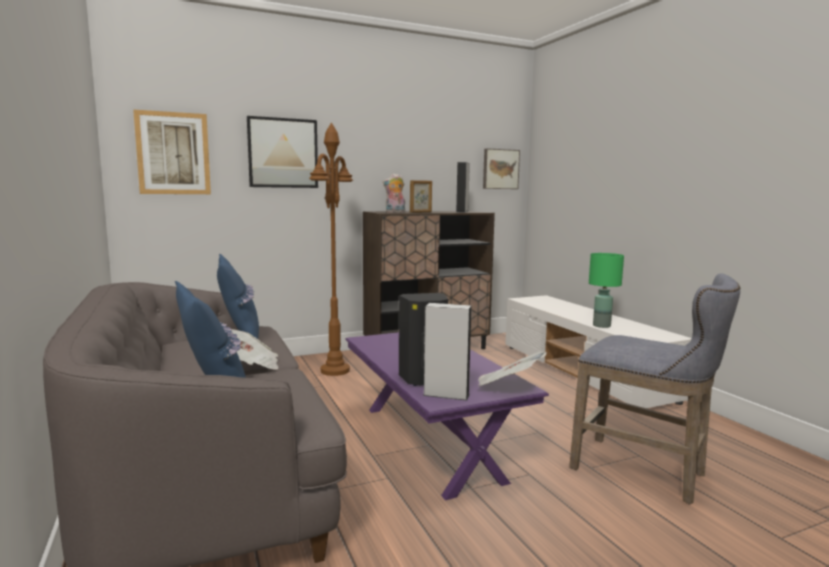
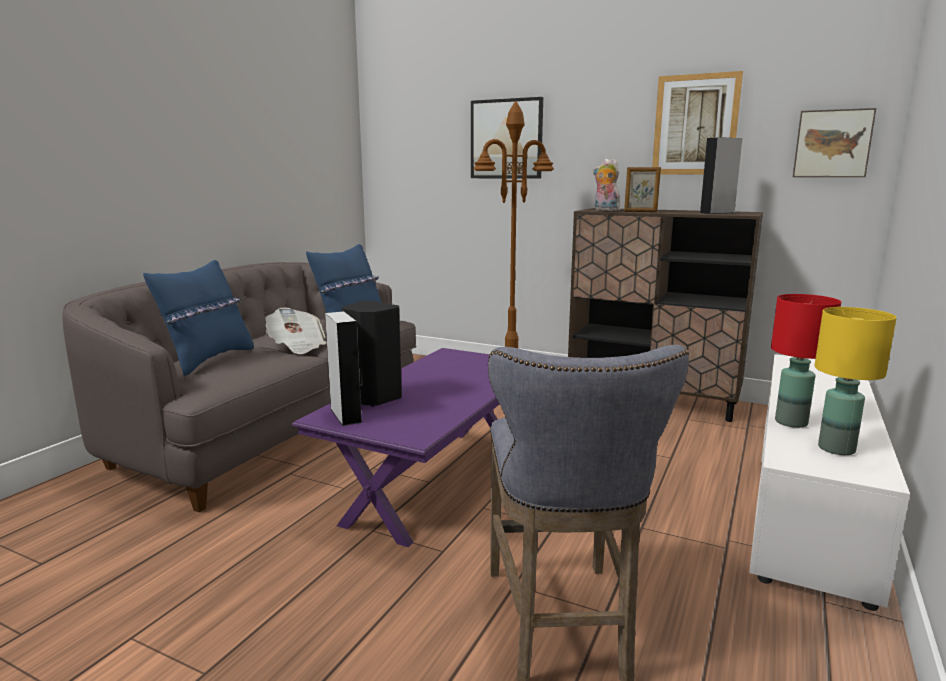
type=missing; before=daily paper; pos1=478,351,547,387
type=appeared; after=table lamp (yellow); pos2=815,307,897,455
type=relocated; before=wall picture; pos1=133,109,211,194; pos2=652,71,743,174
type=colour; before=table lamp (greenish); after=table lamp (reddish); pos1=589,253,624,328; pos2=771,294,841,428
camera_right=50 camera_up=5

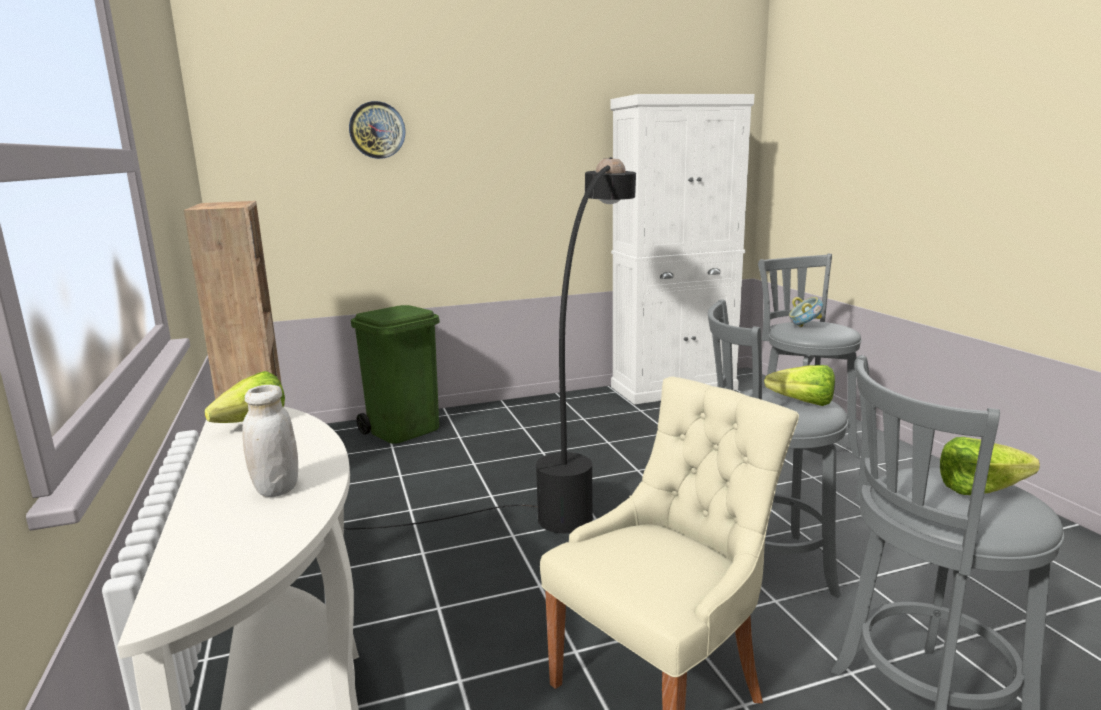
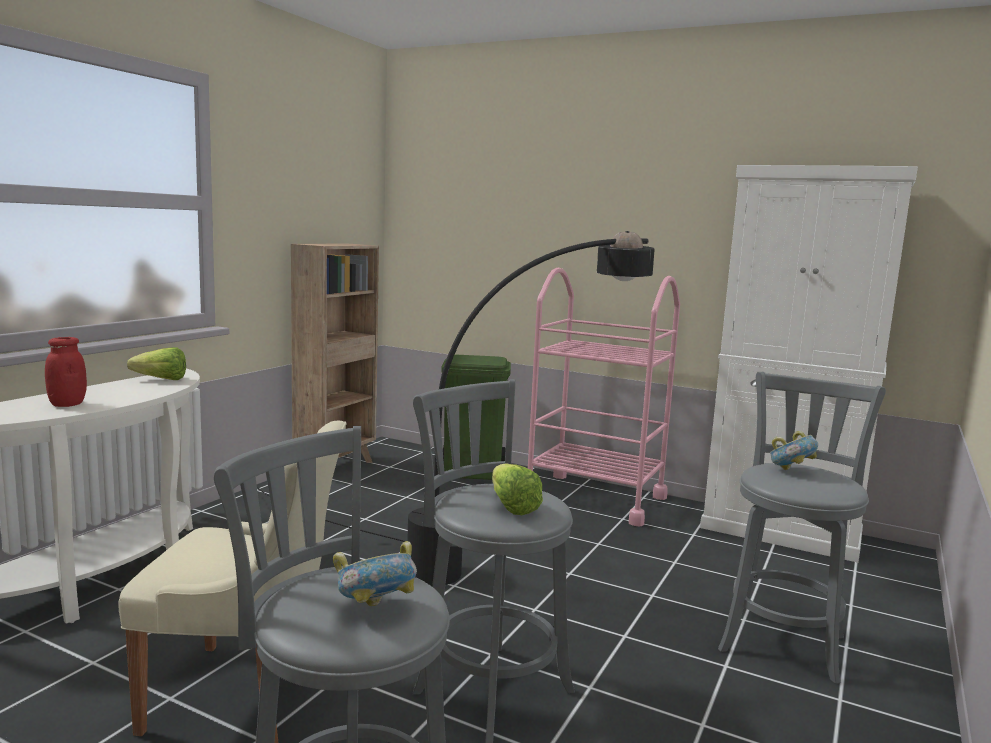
type=missing; before=hanging clock; pos1=349,101,405,159
type=appeared; after=trolley (pinkish); pos2=528,268,680,526
type=exchanged; before=lettuce; after=deep dish; pos1=940,437,1040,495; pos2=333,541,417,606
type=colour; before=preserve jar (whitish); after=preserve jar (reddish); pos1=242,385,298,497; pos2=45,337,87,407
camera_right=45 camera_up=-5

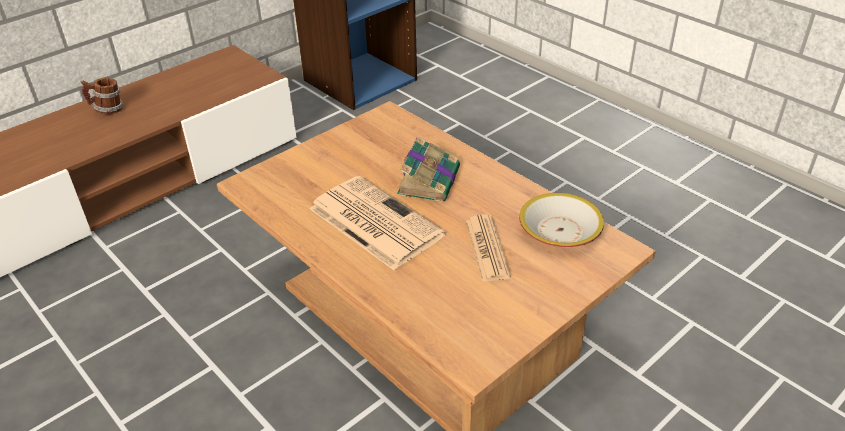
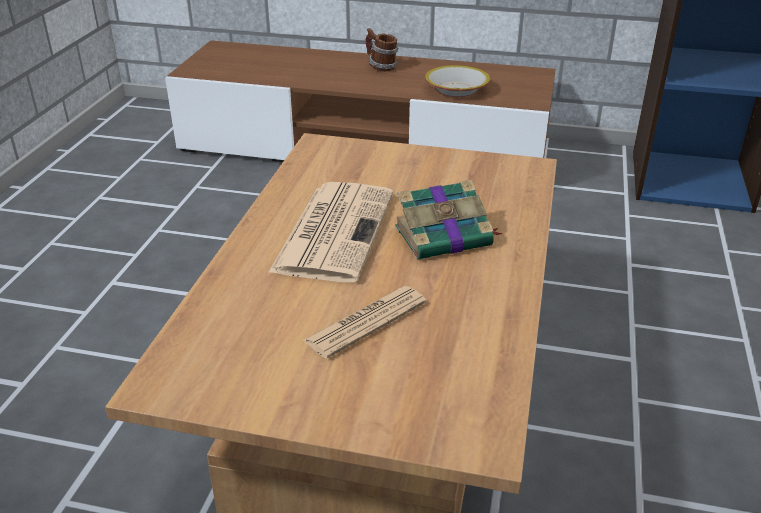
type=relocated; before=deep dish; pos1=519,193,604,247; pos2=425,65,490,97
camera_right=55 camera_up=-5

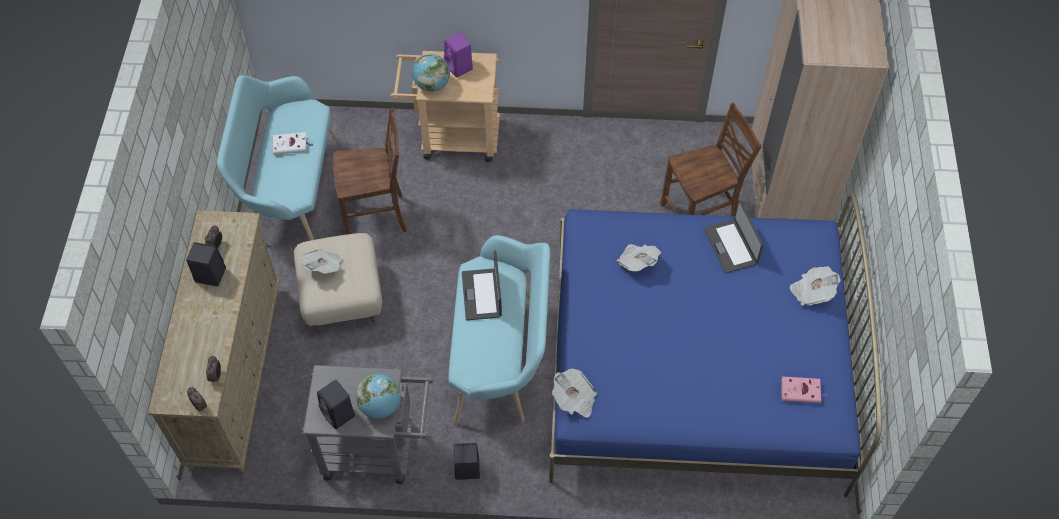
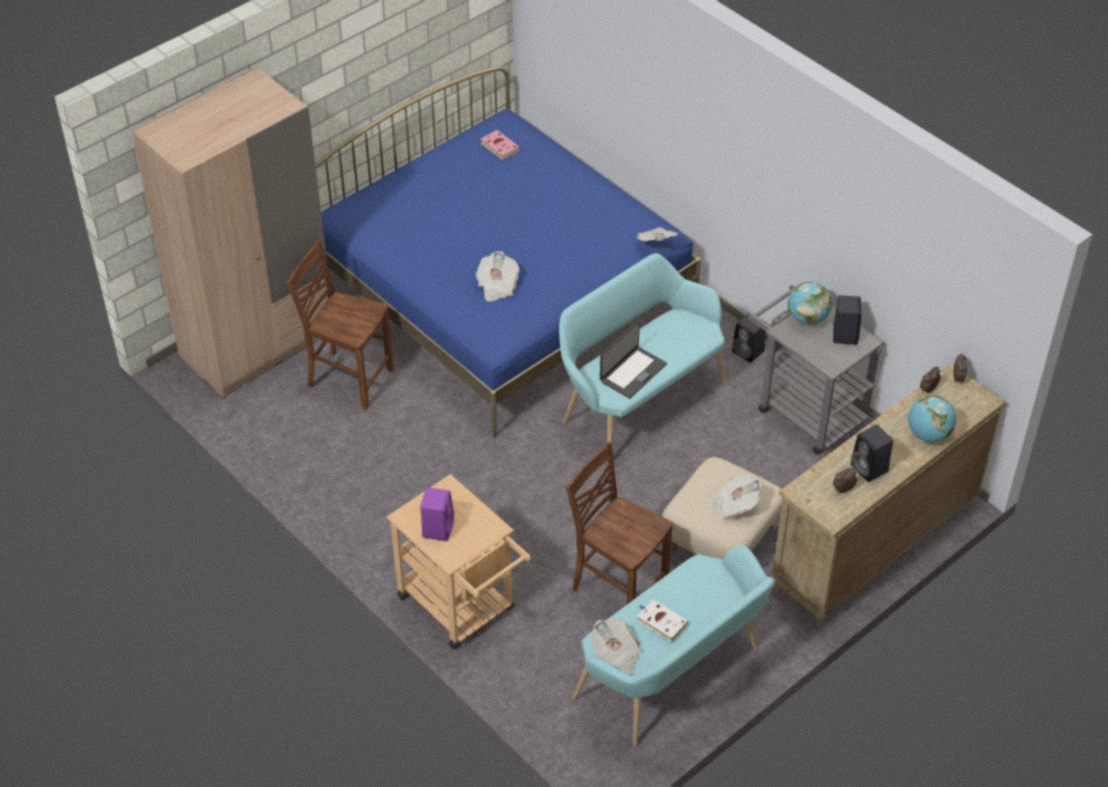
type=missing; before=notebook computer; pos1=704,200,764,273
type=relocated; before=world globe; pos1=412,54,450,92; pos2=908,395,956,442
type=relocated; before=daily paper; pos1=790,266,841,306; pos2=590,618,643,674
camera_right=-135 camera_up=-10

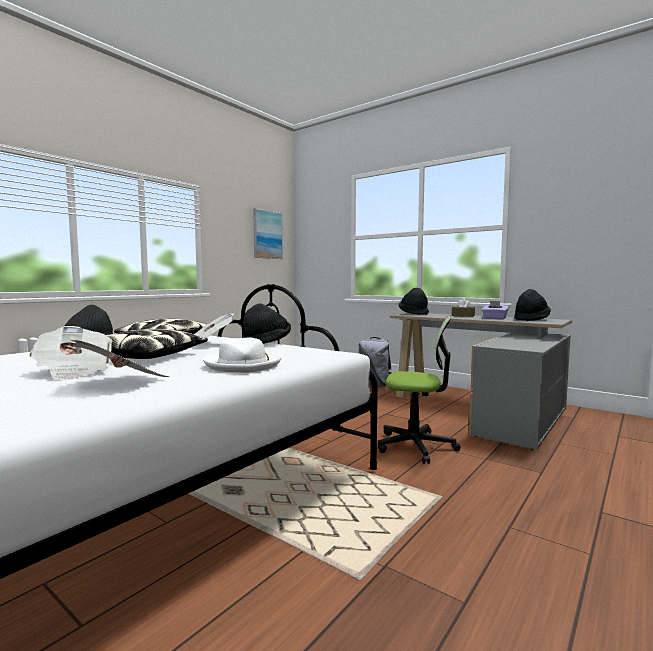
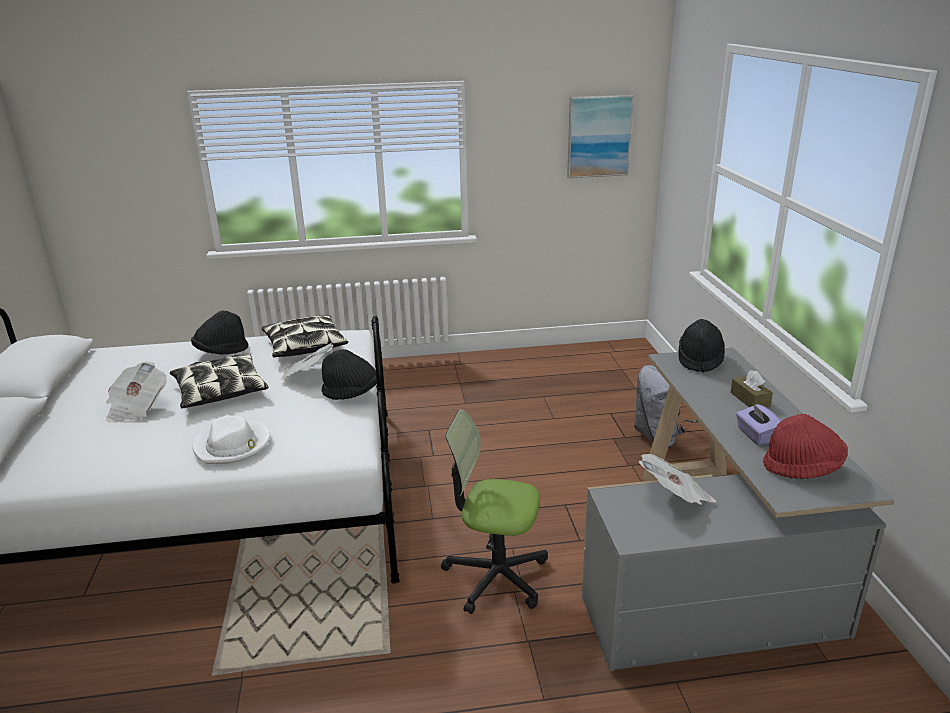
type=relocated; before=daily paper; pos1=71,340,170,377; pos2=638,454,716,505
type=colour; before=hat (black); after=hat (reddish); pos1=514,289,551,321; pos2=763,414,848,479
type=spun; before=desk chair; pos1=378,315,461,464; pos2=441,409,548,614; turn=135
camera_right=45 camera_up=20

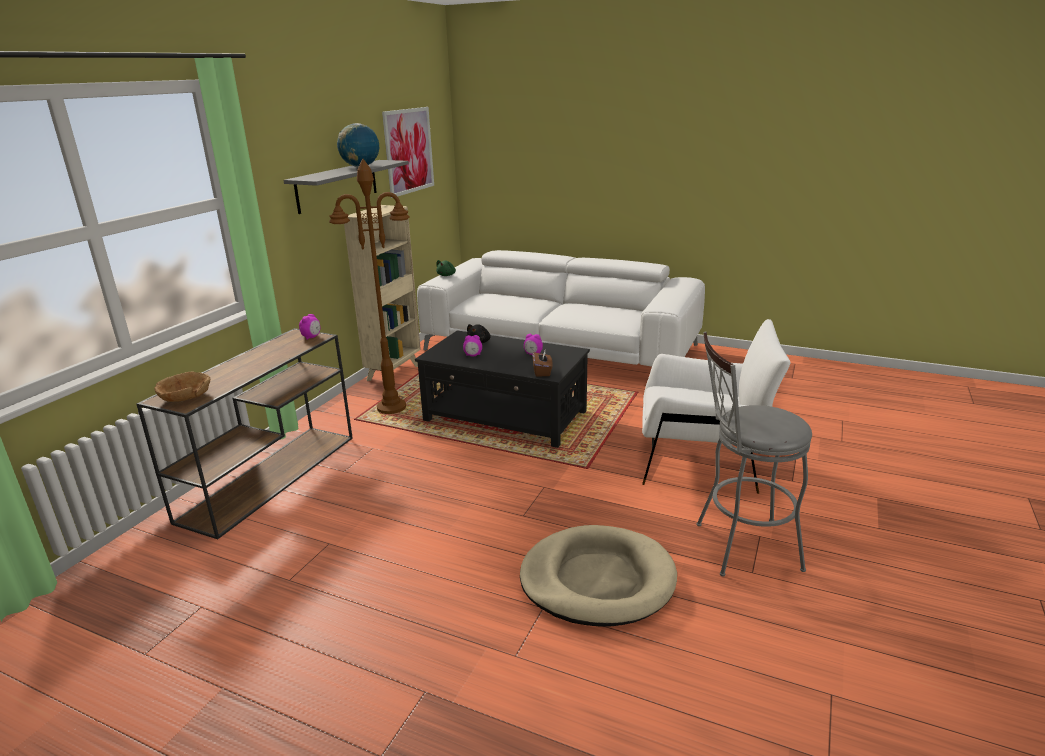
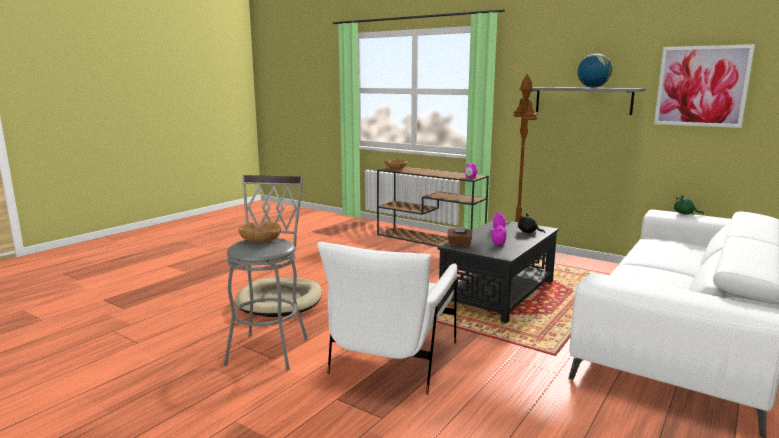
type=missing; before=shelving unit (sand-coloured); pos1=344,205,421,381
type=appeared; after=deep dish (brown-coloured); pos2=238,221,281,243
camera_right=100 camera_up=-10

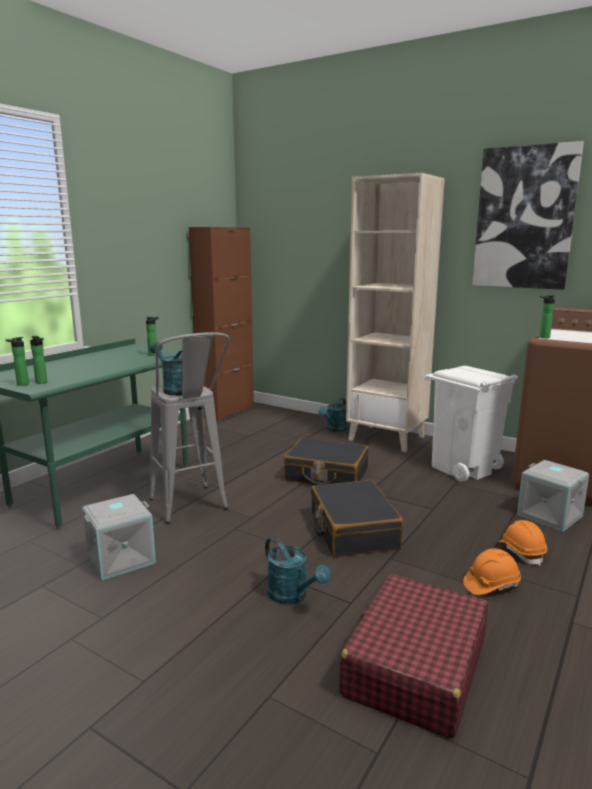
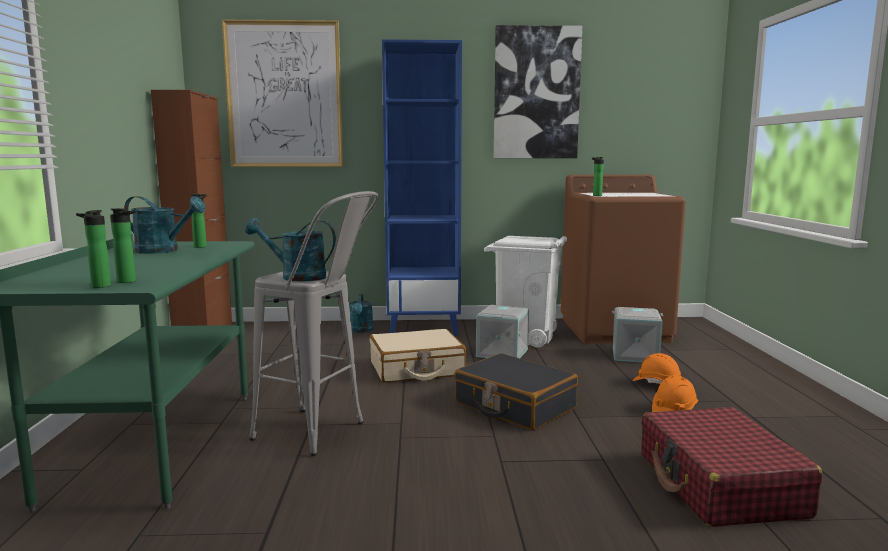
type=appeared; after=wall picture; pos2=222,20,343,167
type=relocated; before=storage container (gray); pos1=82,494,156,581; pos2=476,305,529,358
type=relocated; before=watering can (turquoise); pos1=265,537,330,605; pos2=124,196,206,254
type=colour; before=travel case (black); after=travel case (sand-coloured); pos1=284,437,369,485; pos2=370,329,466,382
type=colour; before=shelving unit (sand-coloured); after=shelving unit (blue); pos1=346,173,445,452; pos2=382,39,462,336
camera_right=-35 camera_up=-5

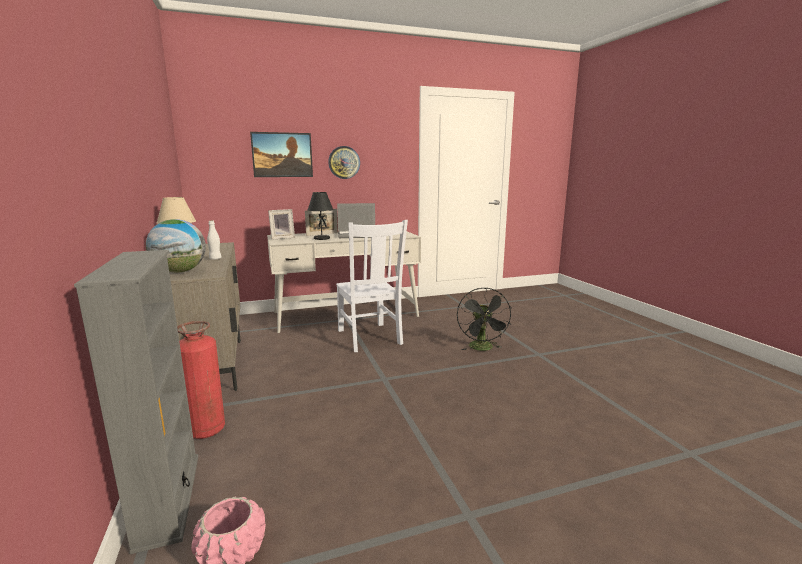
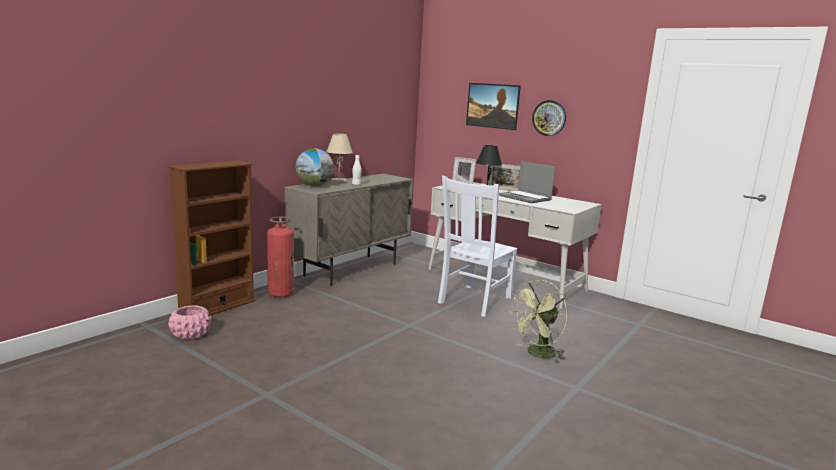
type=colour; before=shelving unit (gray); after=shelving unit (brown-coloured); pos1=74,250,198,554; pos2=168,160,256,316
type=colour; before=fan (black); after=fan (greenish); pos1=457,287,512,351; pos2=509,280,567,363
camera_right=55 camera_up=0

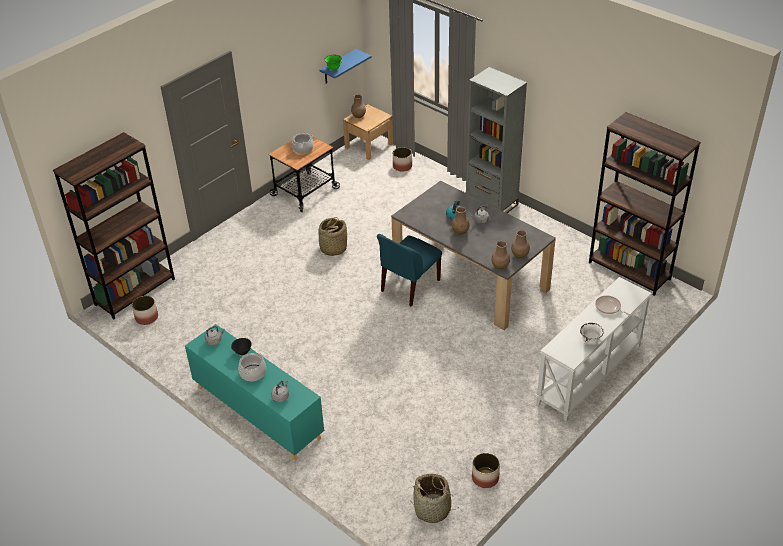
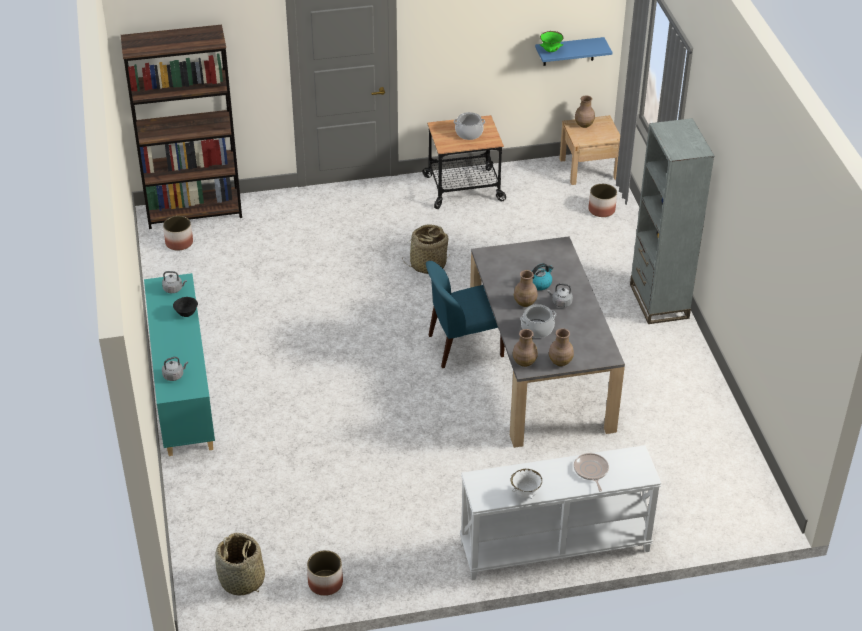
type=missing; before=shelving unit (brown-coloured); pos1=589,112,701,296
type=relocated; before=stockpot; pos1=238,353,266,381; pos2=520,304,556,338
camera_right=35 camera_up=0

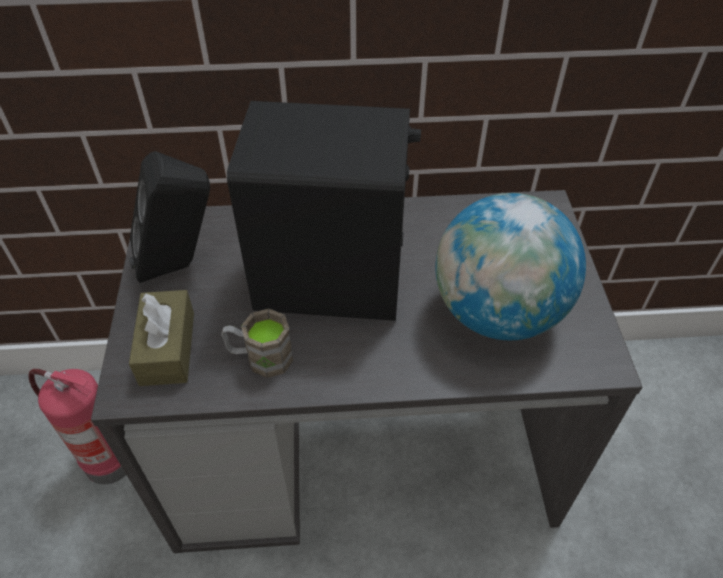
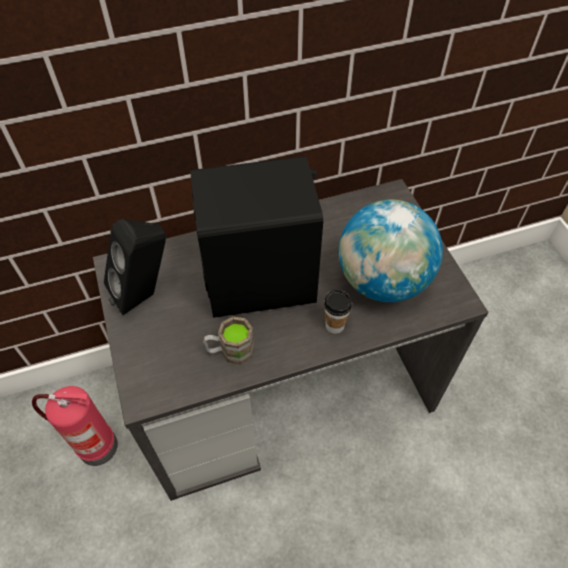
type=missing; before=box of tissues (brown-coloured); pos1=129,290,194,386
type=appeared; after=small cup; pos2=324,290,352,334
camera_right=-15 camera_up=5

